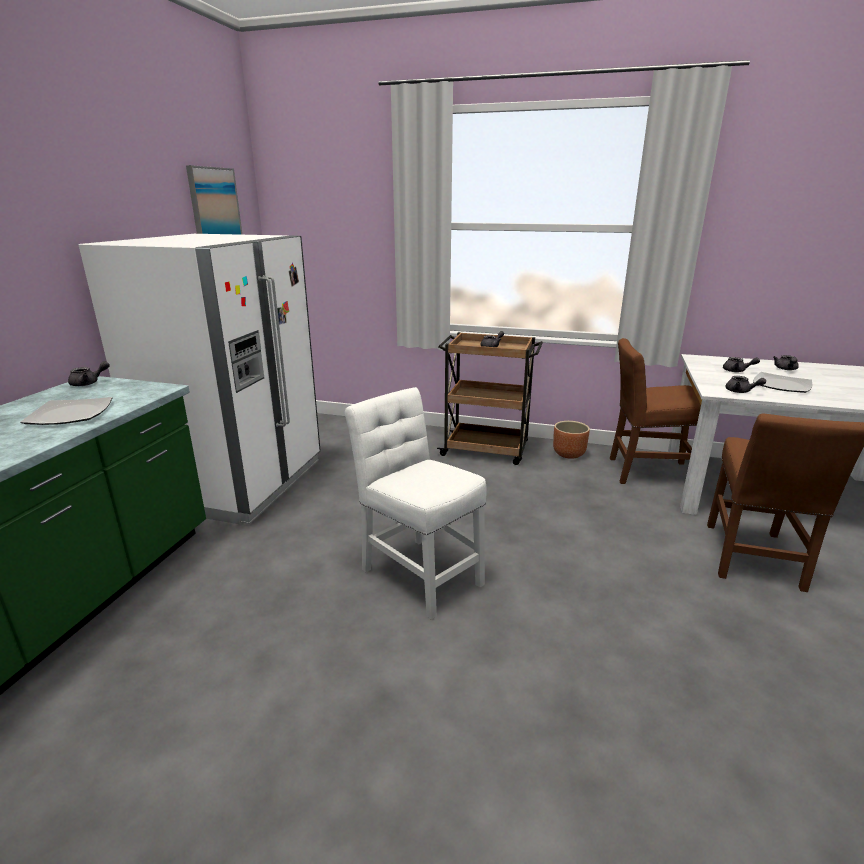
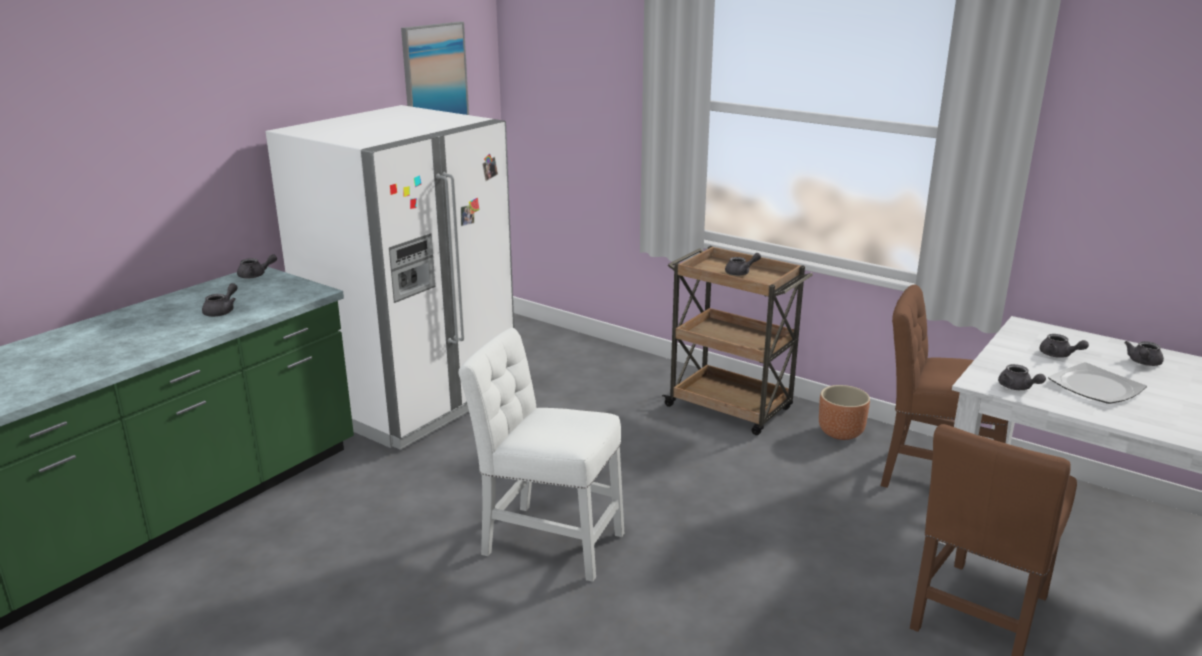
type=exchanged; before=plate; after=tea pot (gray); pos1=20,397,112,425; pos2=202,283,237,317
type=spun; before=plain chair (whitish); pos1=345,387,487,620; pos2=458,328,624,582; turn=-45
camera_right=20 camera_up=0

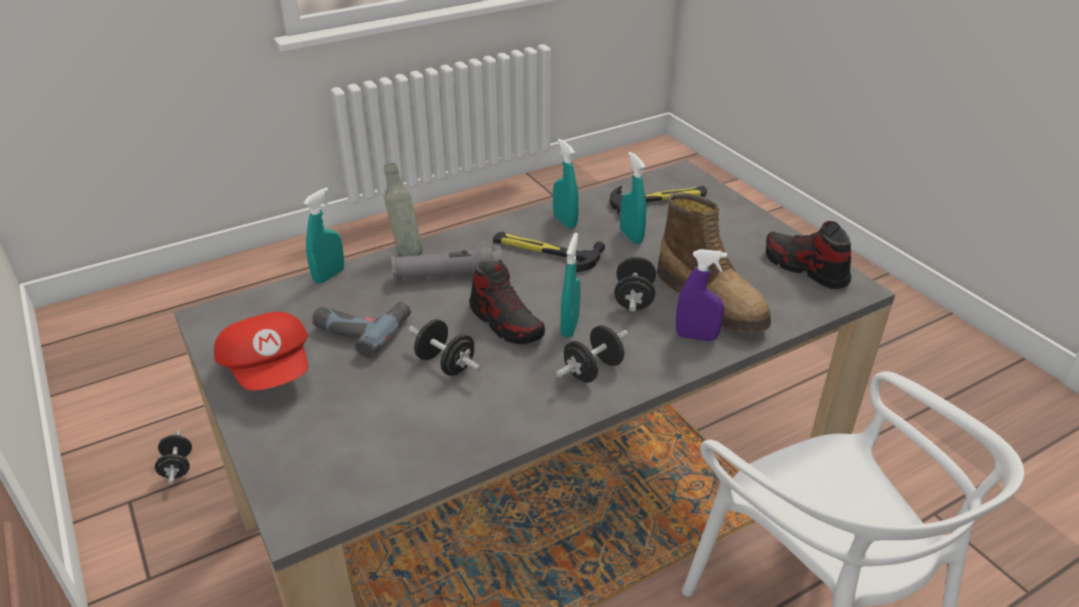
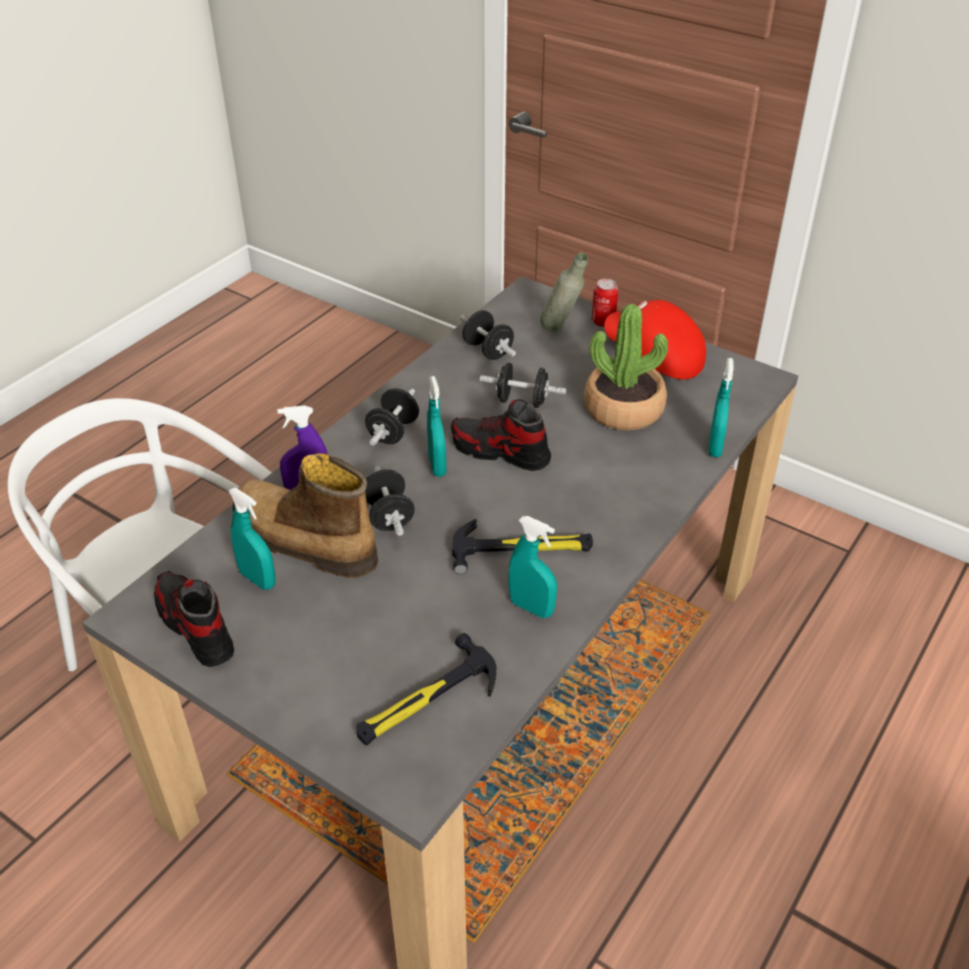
type=missing; before=flashlight (gray); pos1=391,245,503,281
type=appeared; after=metal can; pos2=592,279,618,327
type=relocated; before=hand weight (black); pos1=155,431,192,484; pos2=460,310,516,360
type=relocated; before=beverage bottle (gray); pos1=384,163,422,257; pos2=540,252,588,332
type=relocated; before=spray bottle (turquoise); pos1=620,152,647,244; pos2=228,488,276,590
type=exchanged; before=electric drill; after=plant in a pot; pos1=312,302,411,358; pos2=584,304,668,430
type=spun; before=item of footwear; pos1=766,221,851,289; pos2=154,571,234,667; turn=-150
camera_right=155 camera_up=5

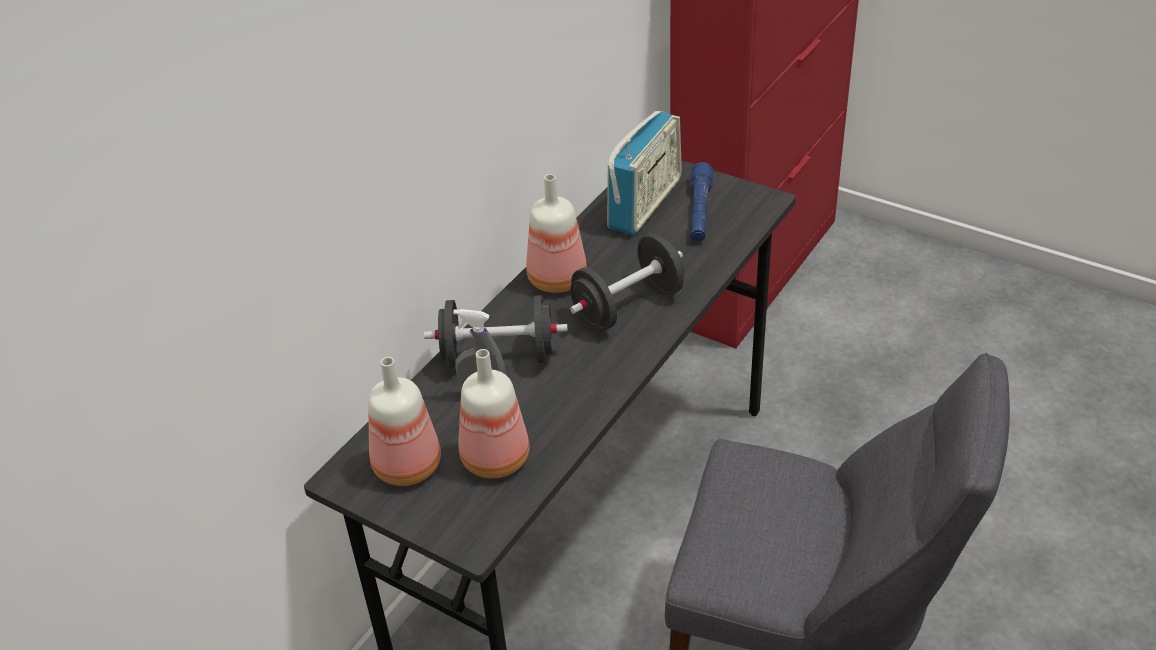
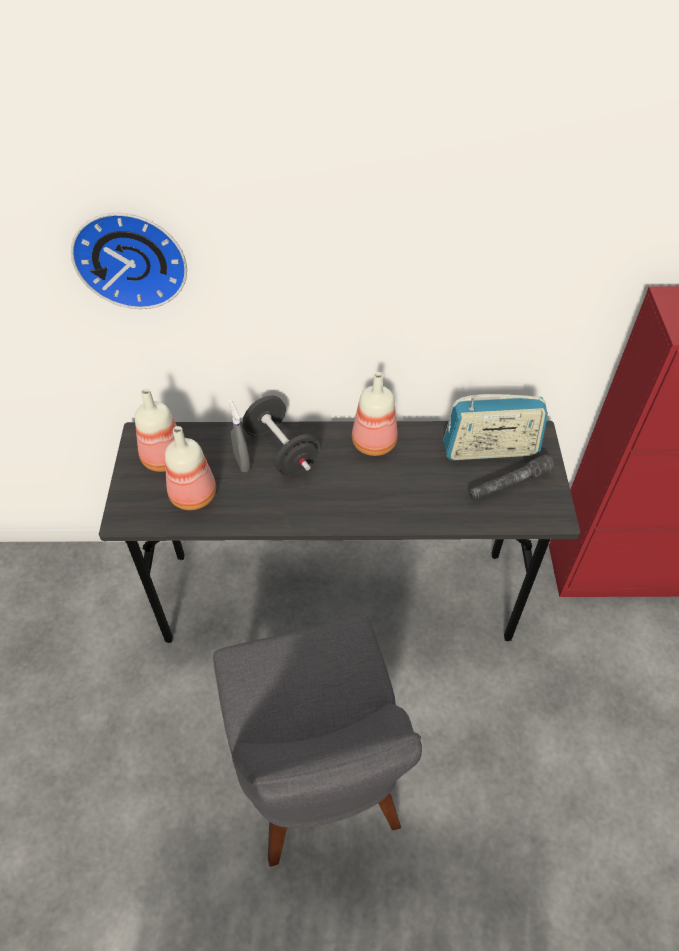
type=missing; before=hand weight (black); pos1=570,234,684,331
type=appeared; after=hanging clock; pos2=71,213,187,309
type=colour; before=flashlight (blue); after=flashlight (gray); pos1=691,162,713,242; pos2=469,454,554,500
camera_right=55 camera_up=10

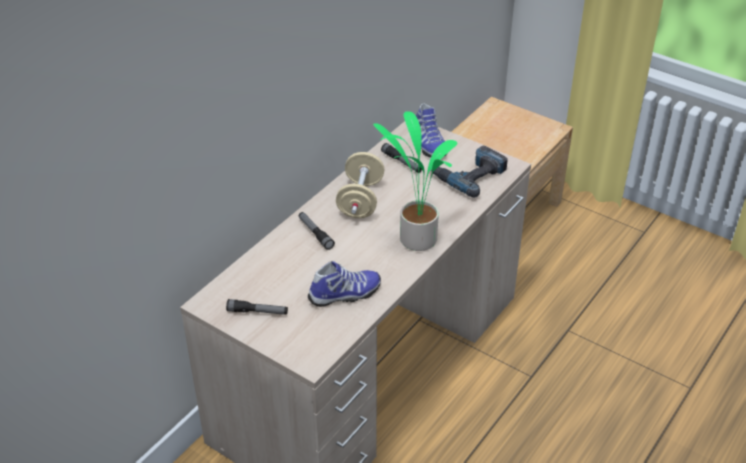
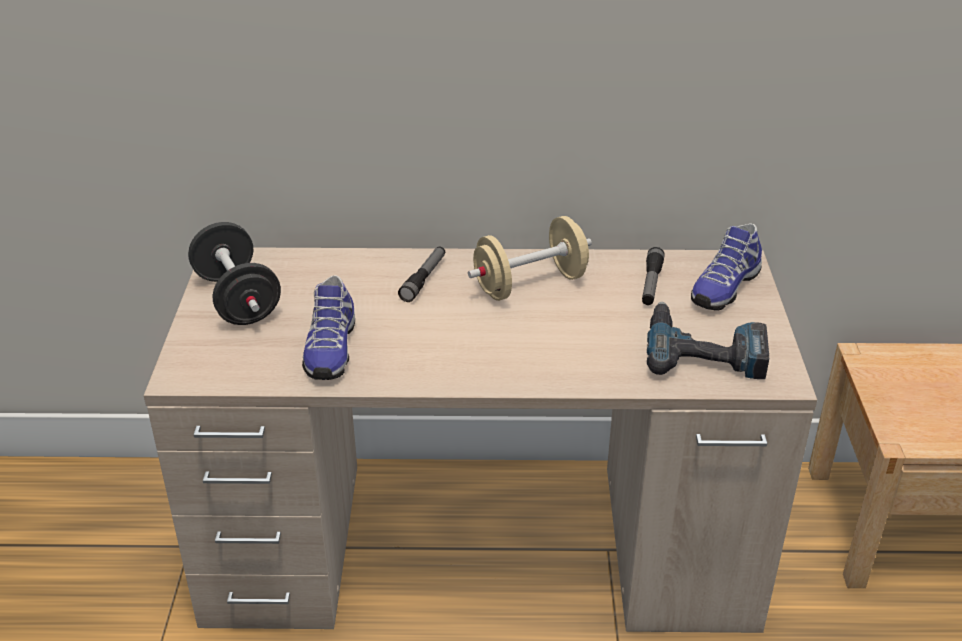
type=missing; before=plant in a pot; pos1=373,112,457,251
type=exchanged; before=flashlight; after=hand weight (black); pos1=226,299,288,315; pos2=188,222,281,325
type=spun; before=item of footwear; pos1=308,261,381,307; pos2=302,275,355,380; turn=60
camera_right=55 camera_up=-5

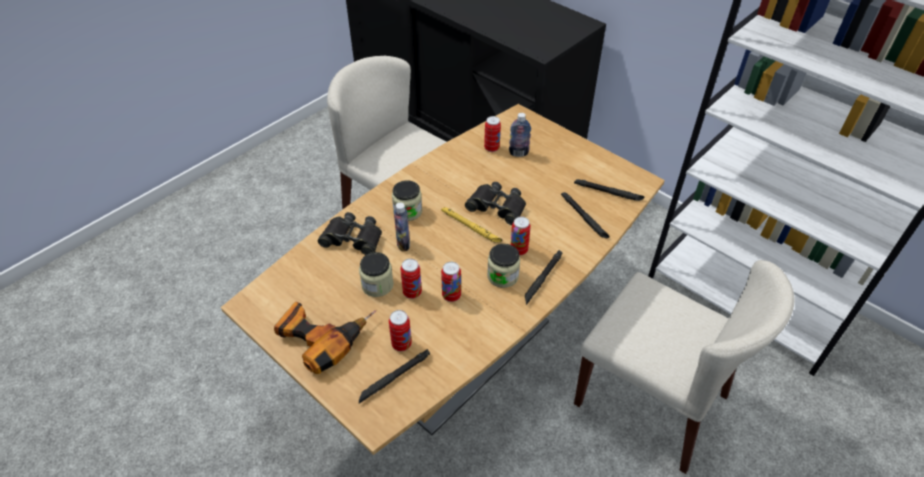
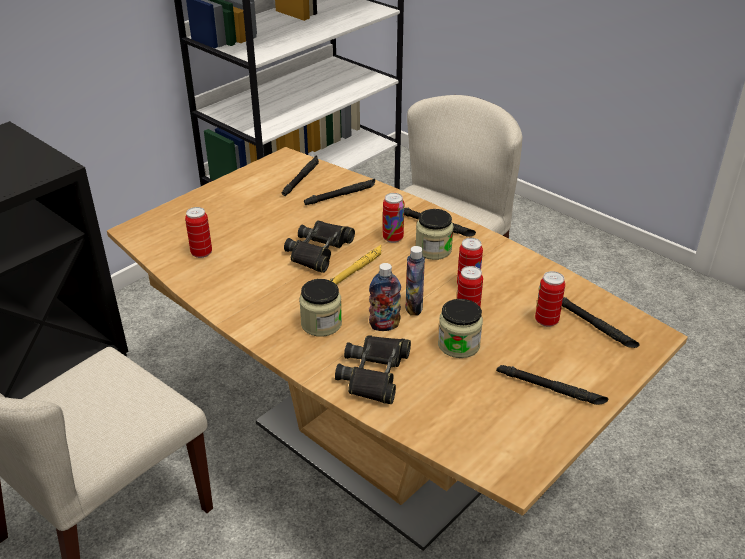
type=relocated; before=beverage bottle; pos1=509,113,531,157; pos2=405,246,425,316
type=exchanged; before=electric drill; after=flashlight (black); pos1=274,302,376,374; pos2=496,365,608,405
camera_right=-90 camera_up=-10

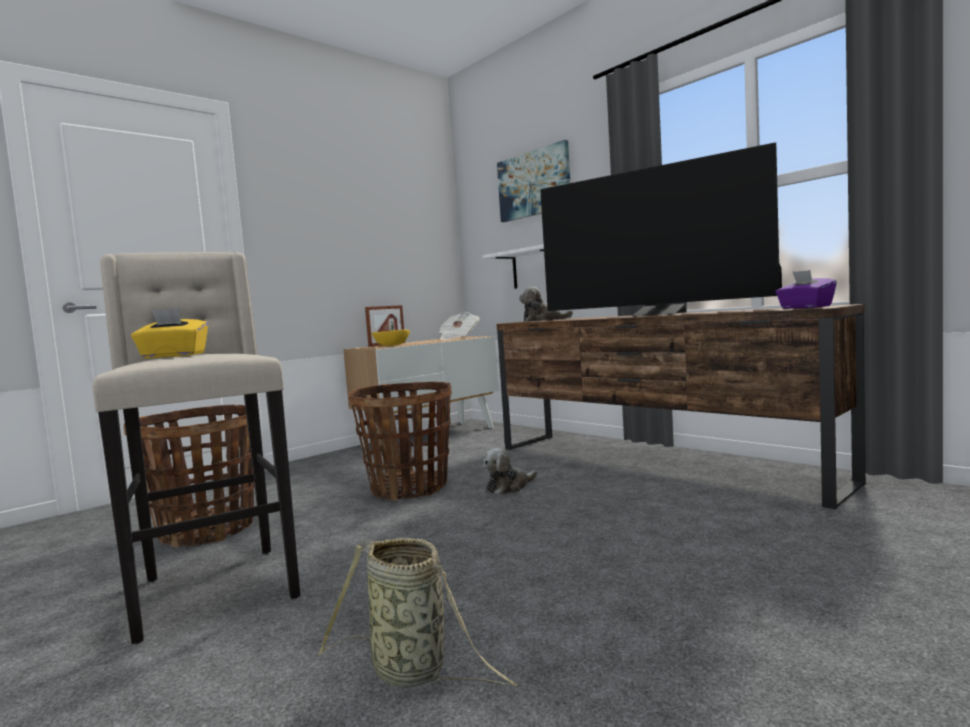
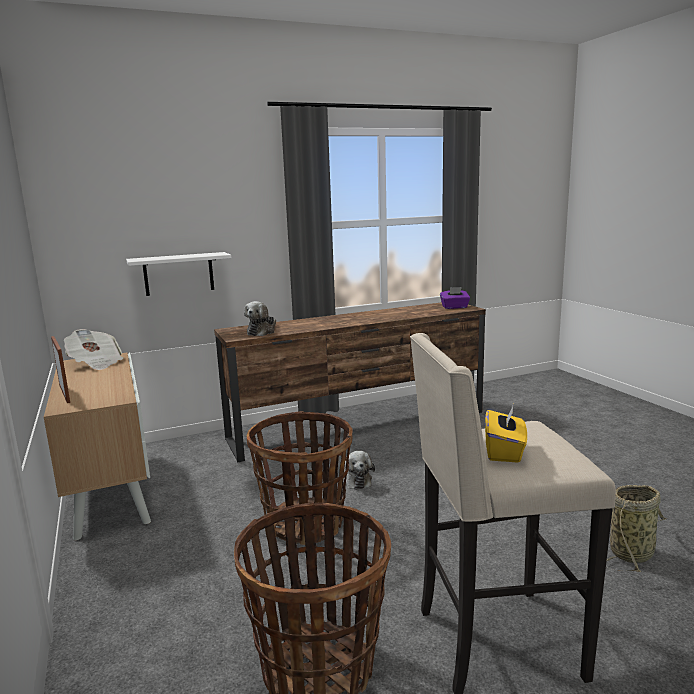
type=missing; before=deep dish (yellow); pos1=372,329,410,346
type=missing; before=wall picture; pos1=497,140,570,222
type=missing; before=TV; pos1=540,142,782,317
camera_right=-70 camera_up=10

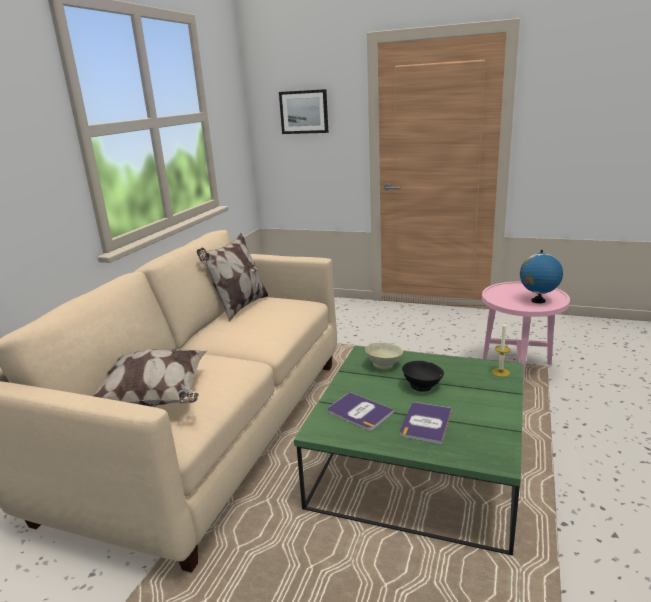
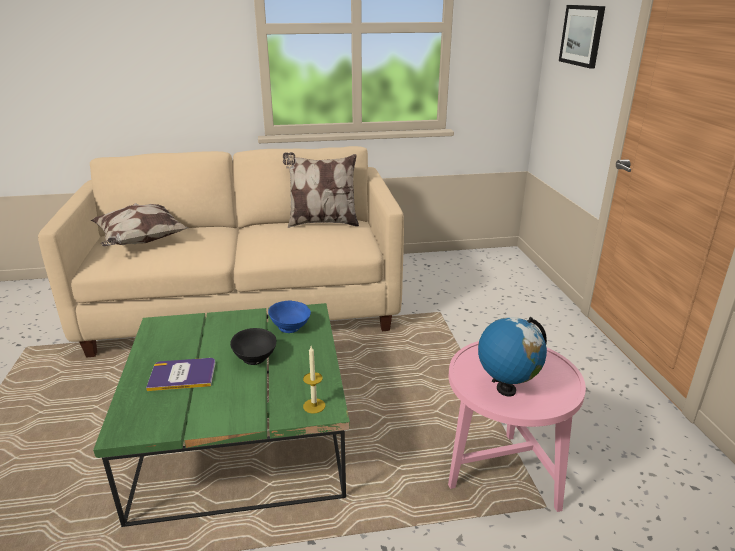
type=missing; before=book; pos1=328,392,394,431
type=colour; before=deep dish (sand-coloured); after=deep dish (blue); pos1=365,343,403,370; pos2=268,301,311,333
camera_right=60 camera_up=5

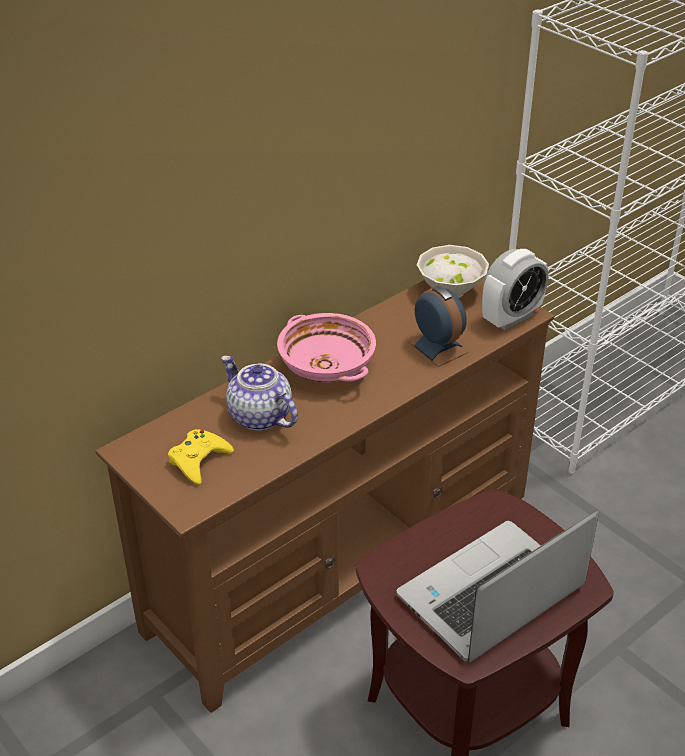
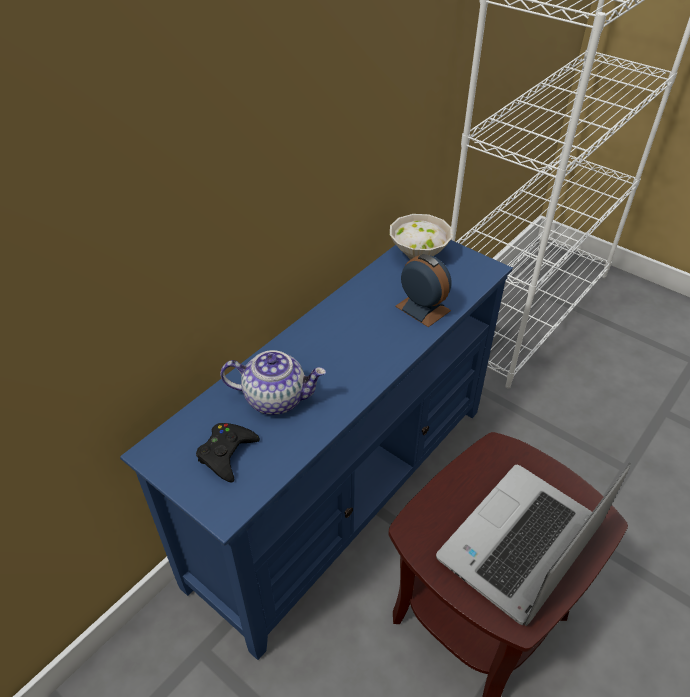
type=missing; before=deep dish (pinkish); pos1=277,313,376,382
type=missing; before=bedside clock; pos1=482,249,549,330
type=colour; before=tv unit (brown-coloured); after=tv unit (blue); pos1=96,276,555,713; pos2=120,240,513,660
type=colour; before=gamepad (yellow); after=gamepad (black); pos1=168,429,234,485; pos2=196,423,260,483
type=spun; before=tea pot; pos1=221,355,298,431; pos2=220,350,326,415; turn=150
camera_right=-10 camera_up=5

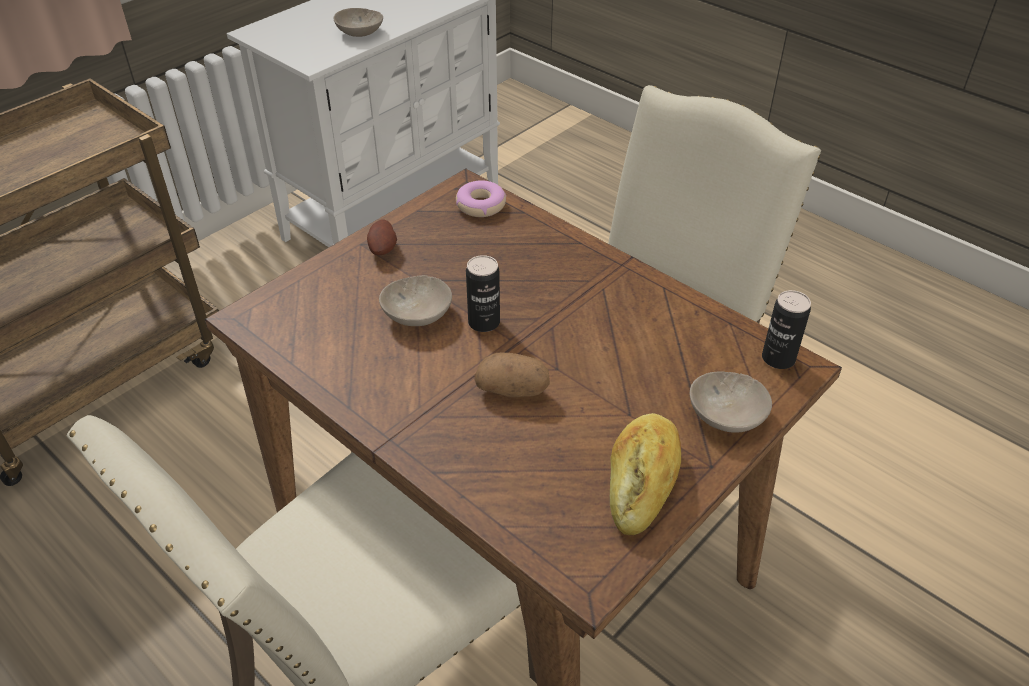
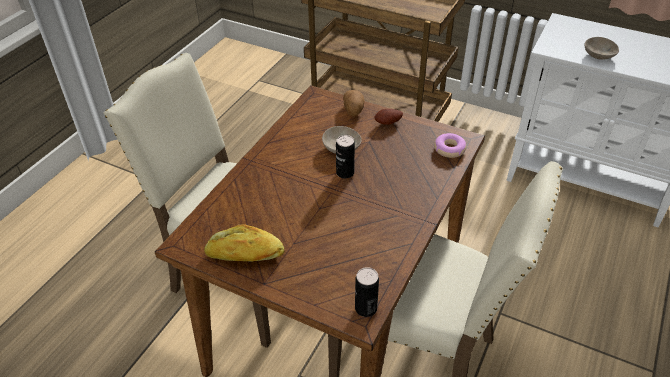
type=missing; before=deep dish (sand-coloured); pos1=690,371,772,433
type=relocated; before=potato; pos1=474,353,550,397; pos2=343,90,364,117
camera_right=75 camera_up=0

